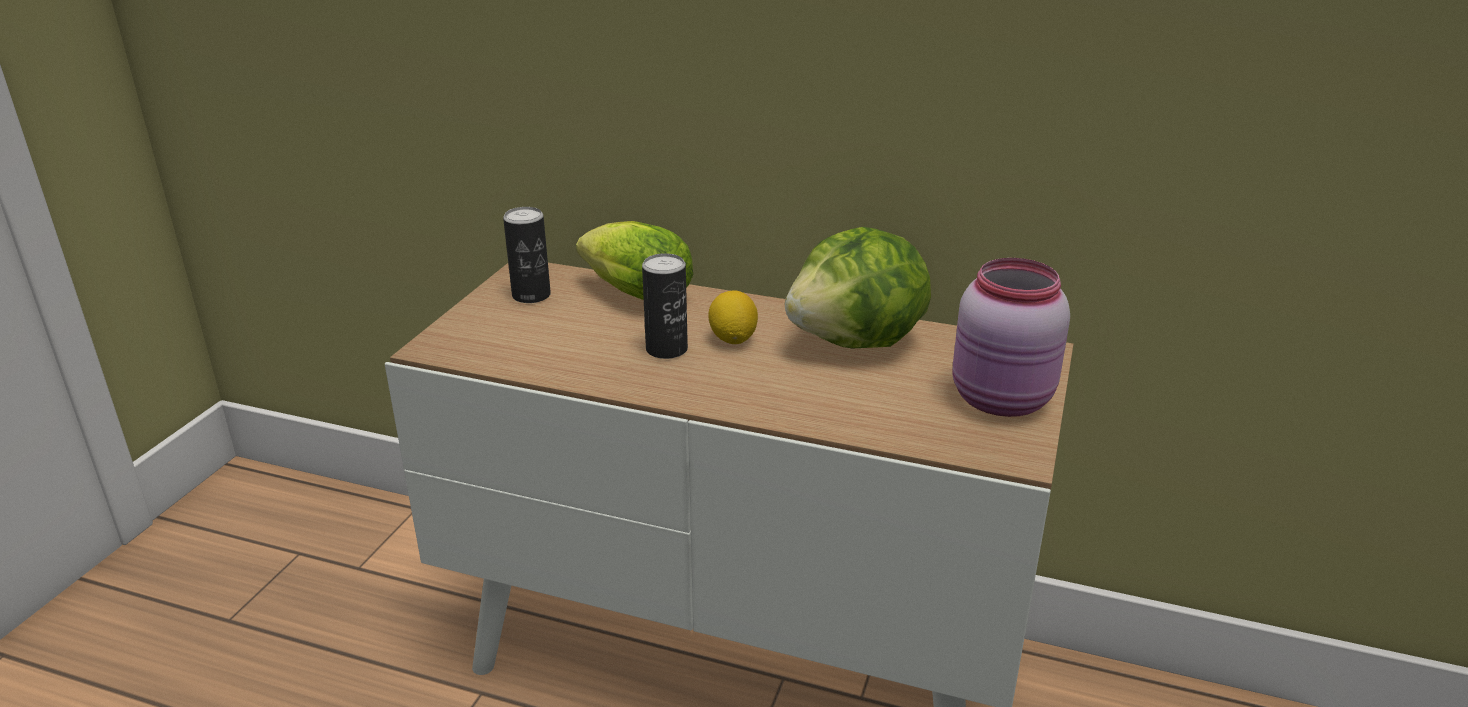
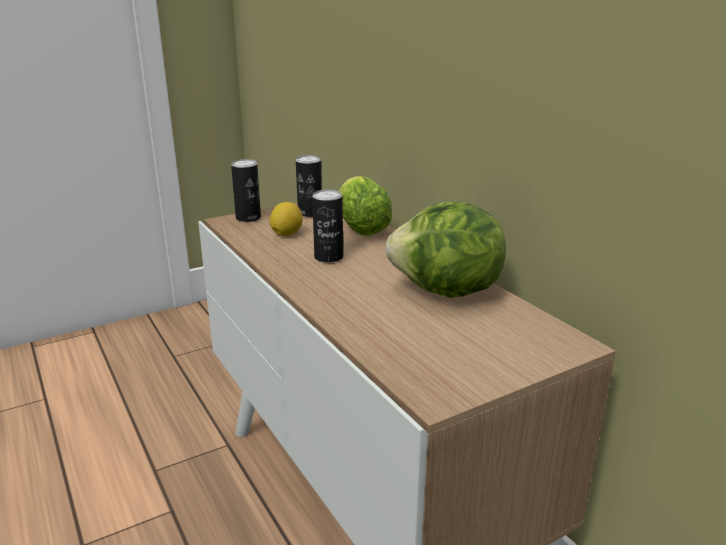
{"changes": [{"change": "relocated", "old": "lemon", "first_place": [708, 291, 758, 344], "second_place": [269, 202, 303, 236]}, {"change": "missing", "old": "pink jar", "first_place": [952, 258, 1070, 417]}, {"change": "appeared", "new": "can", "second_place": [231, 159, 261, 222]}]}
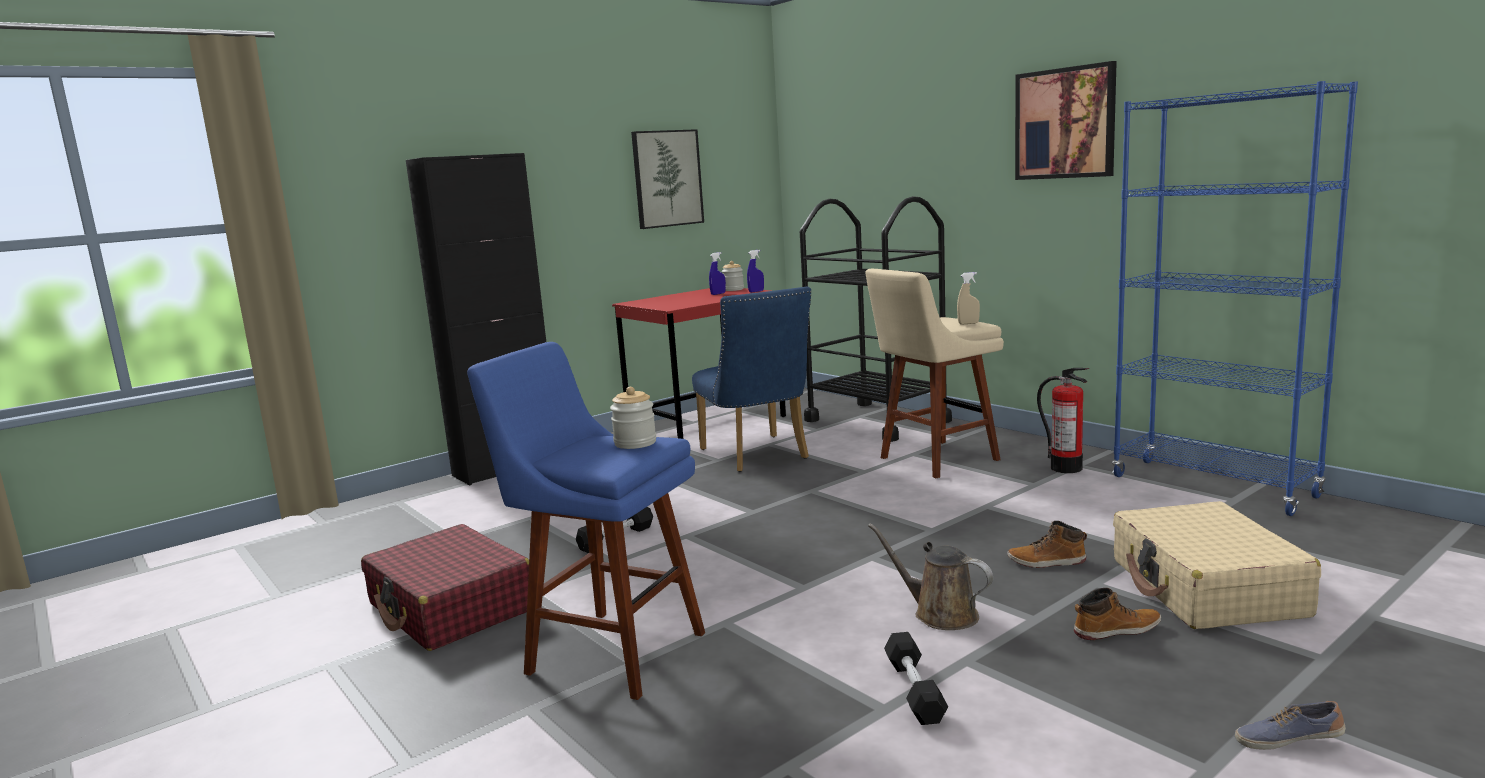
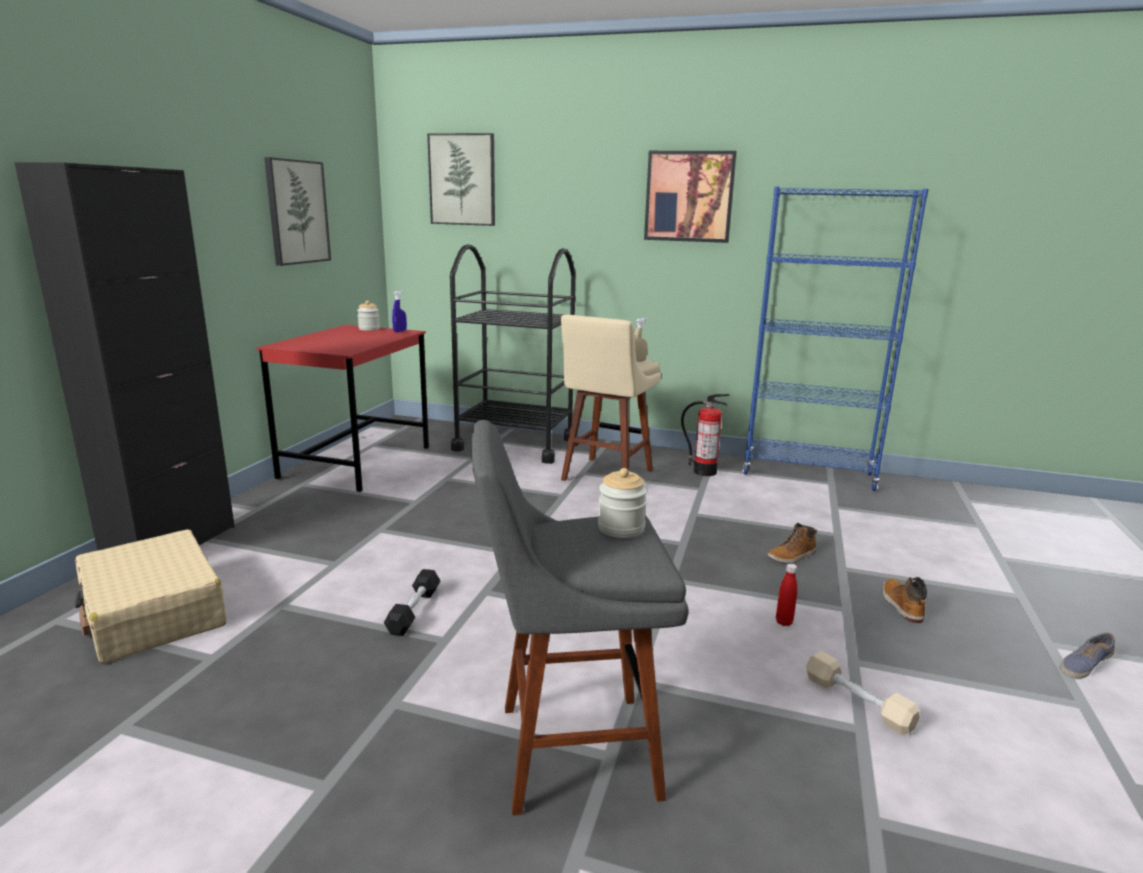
{"changes": [{"change": "missing", "old": "red suitcase", "first_place": [361, 524, 529, 651]}, {"change": "colour", "old": "blue stool", "new": "grey stool", "first_place": [467, 342, 705, 700], "second_place": [471, 420, 689, 816]}, {"change": "missing", "old": "blue chair", "first_place": [692, 287, 811, 472]}, {"change": "missing", "old": "blue spray bottle", "first_place": [709, 252, 726, 295]}, {"change": "exchanged", "old": "brown watering can", "new": "red bottle", "first_place": [868, 523, 993, 630], "second_place": [776, 564, 797, 626]}, {"change": "colour", "old": "black dumbbell", "new": "beige dumbbell", "first_place": [884, 632, 948, 725], "second_place": [806, 651, 920, 735]}, {"change": "spun", "old": "boot", "first_place": [1074, 588, 1161, 640], "second_place": [883, 577, 927, 623], "degrees": -45}, {"change": "relocated", "old": "beige suitcase", "first_place": [1113, 501, 1321, 629], "second_place": [75, 529, 227, 664]}, {"change": "appeared", "new": "picture", "second_place": [427, 133, 495, 226]}]}
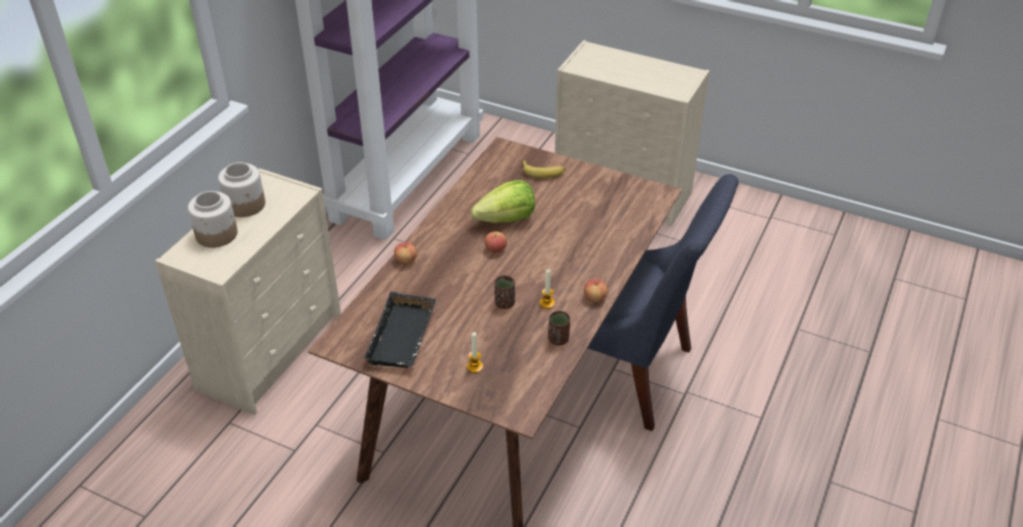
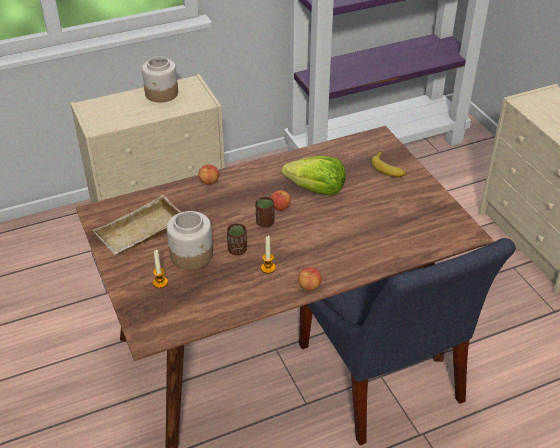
{"changes": [{"change": "relocated", "old": "jar", "first_place": [188, 191, 238, 248], "second_place": [167, 211, 213, 270]}, {"change": "colour", "old": "black tray", "new": "beige tray", "first_place": [364, 292, 436, 368], "second_place": [93, 195, 181, 255]}, {"change": "relocated", "old": "brown cup", "first_place": [548, 311, 570, 345], "second_place": [255, 197, 275, 227]}]}
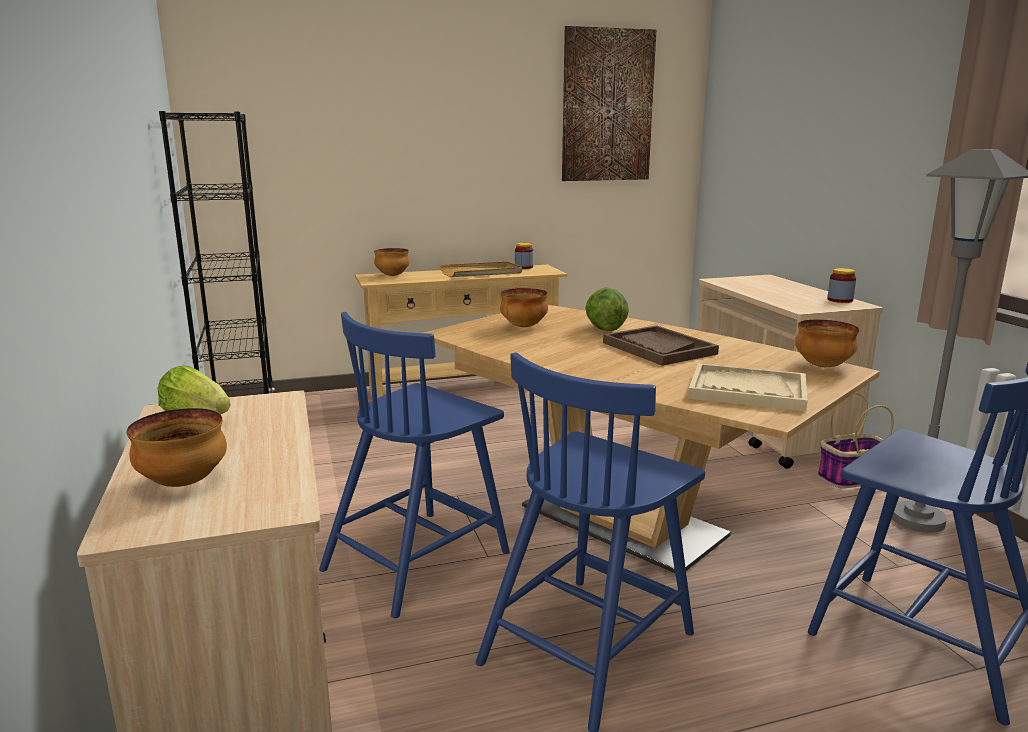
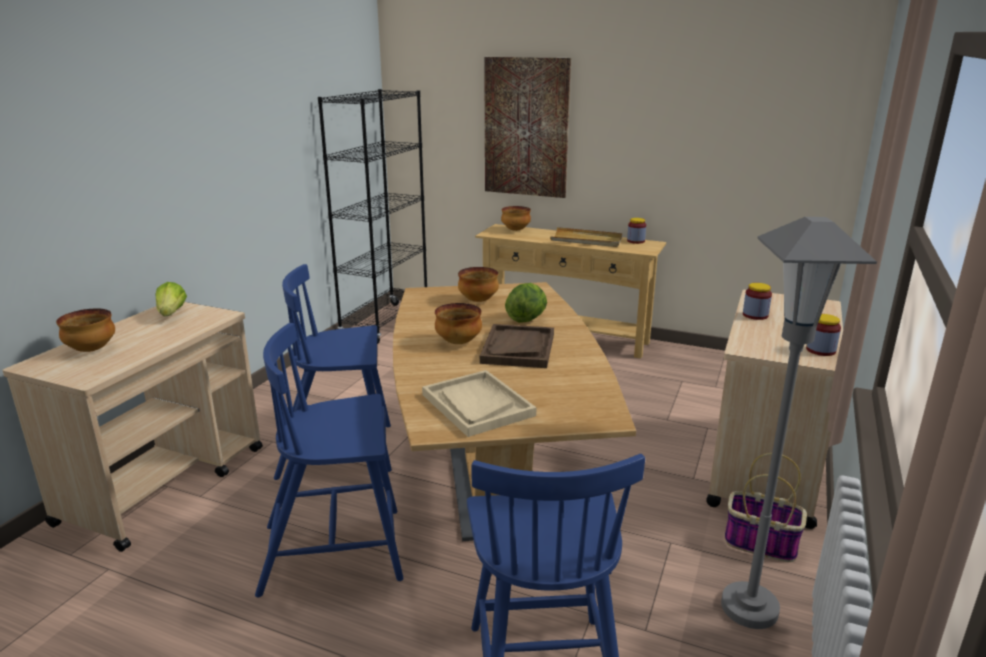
{"changes": [{"change": "relocated", "old": "picture", "first_place": [562, 26, 656, 181], "second_place": [484, 57, 571, 198]}, {"change": "relocated", "old": "bowl", "first_place": [795, 319, 859, 367], "second_place": [435, 303, 482, 344]}, {"change": "appeared", "new": "jar", "second_place": [743, 283, 772, 320]}]}
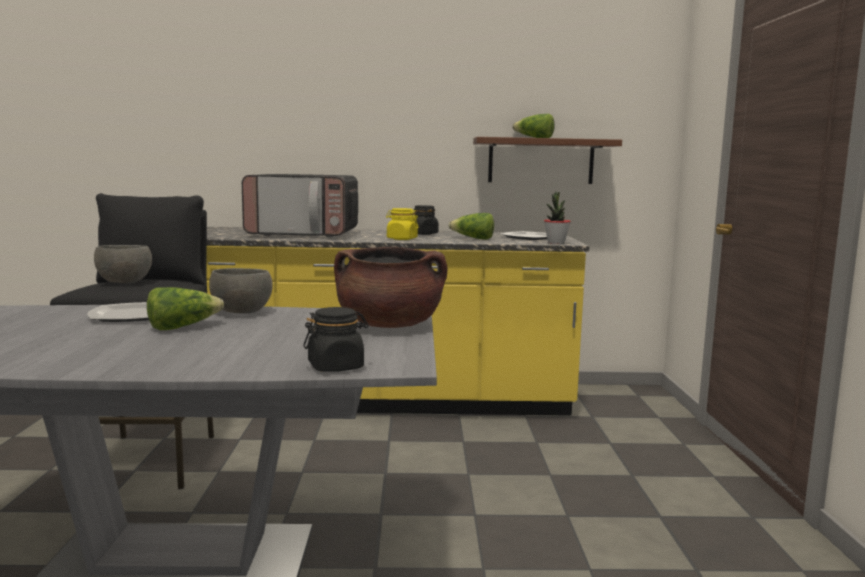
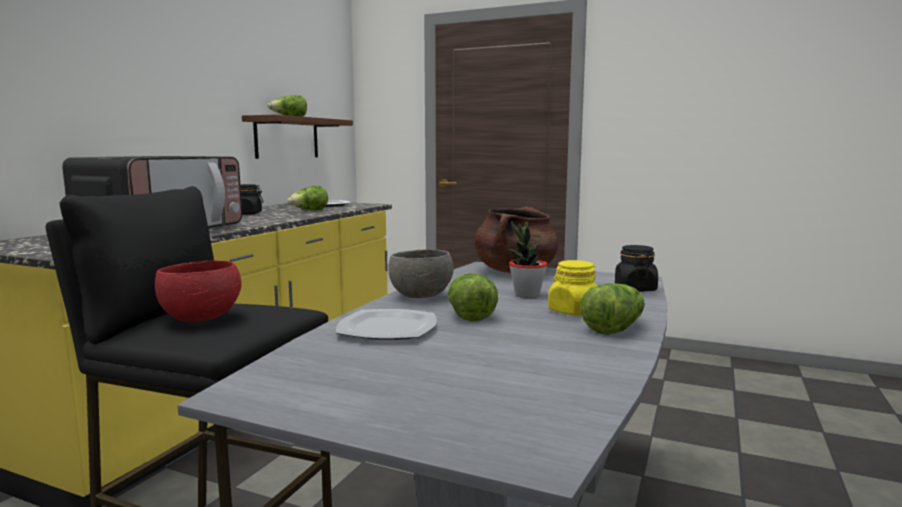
{"changes": [{"change": "colour", "old": "grey bowl", "new": "red bowl", "first_place": [94, 245, 152, 283], "second_place": [155, 260, 242, 322]}, {"change": "relocated", "old": "yellow jar", "first_place": [386, 208, 419, 240], "second_place": [548, 260, 597, 316]}, {"change": "relocated", "old": "potted plant", "first_place": [544, 192, 571, 244], "second_place": [508, 221, 548, 298]}, {"change": "appeared", "new": "lettuce", "second_place": [581, 283, 645, 335]}]}
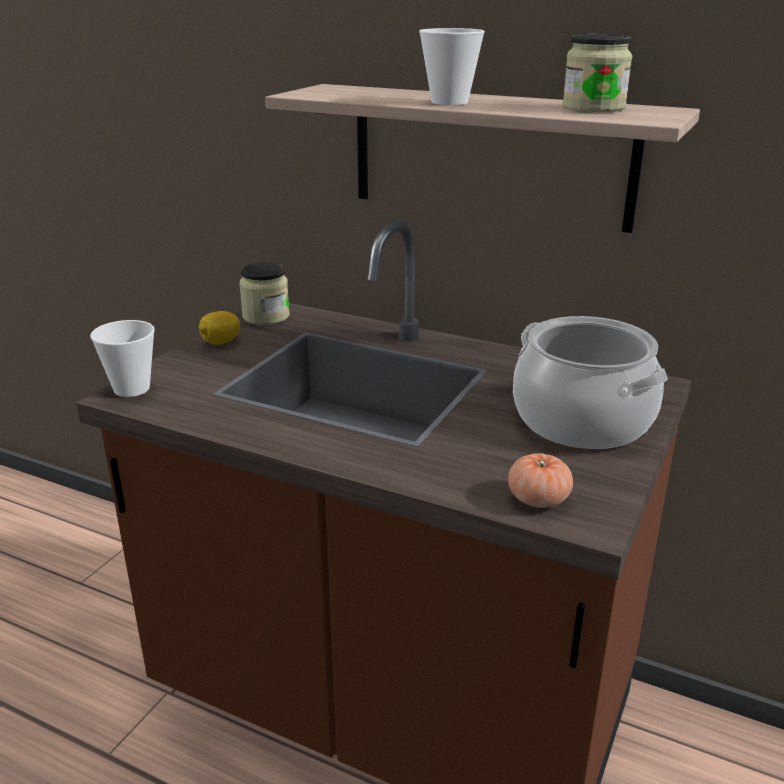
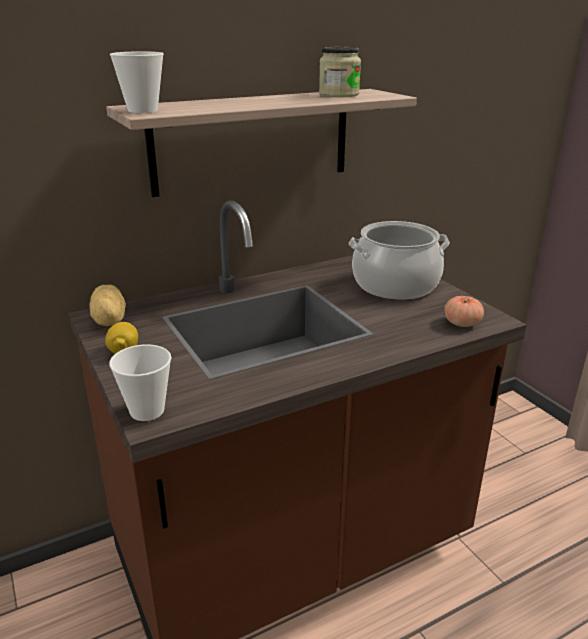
{"changes": [{"change": "exchanged", "old": "jar", "new": "potato", "first_place": [239, 262, 290, 325], "second_place": [89, 285, 126, 326]}, {"change": "relocated", "old": "cup", "first_place": [419, 28, 485, 105], "second_place": [110, 51, 164, 113]}]}
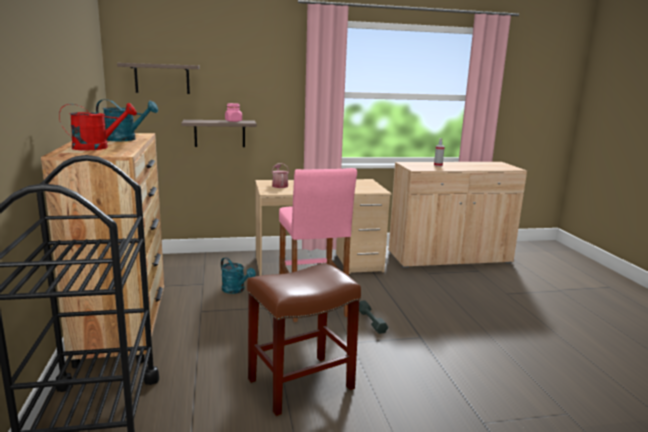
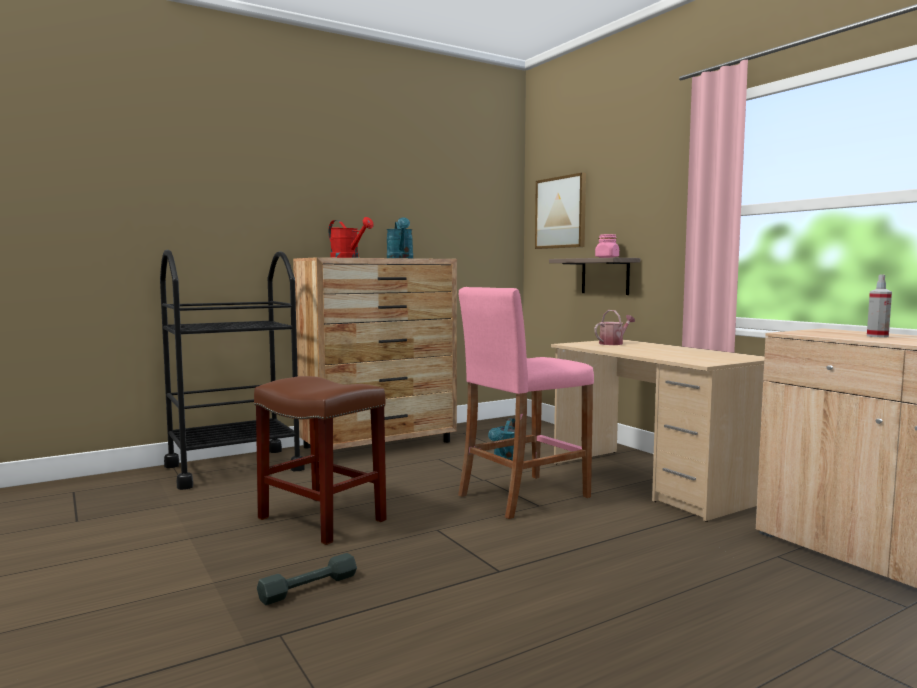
{"changes": [{"change": "exchanged", "old": "shelf", "new": "picture", "first_place": [117, 63, 200, 94], "second_place": [535, 172, 586, 249]}, {"change": "relocated", "old": "grey dumbbell", "first_place": [359, 300, 388, 334], "second_place": [257, 553, 357, 605]}]}
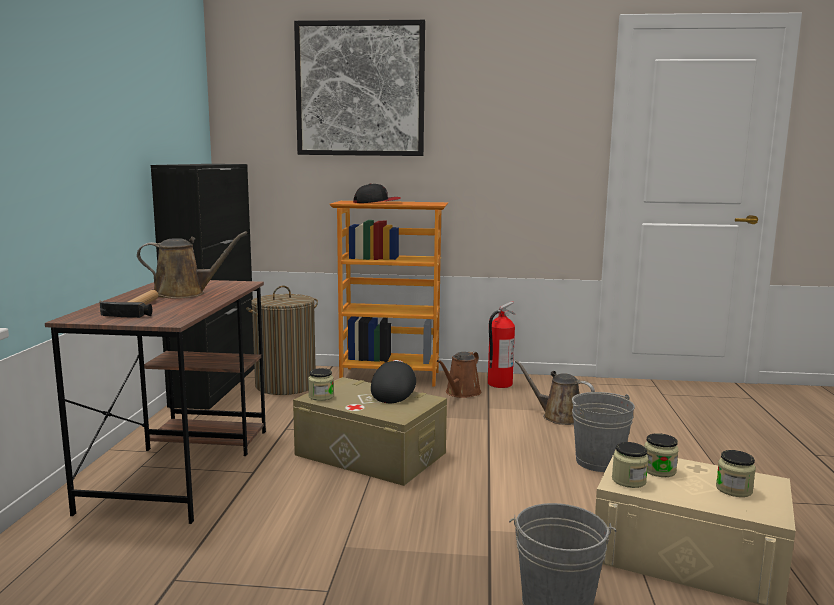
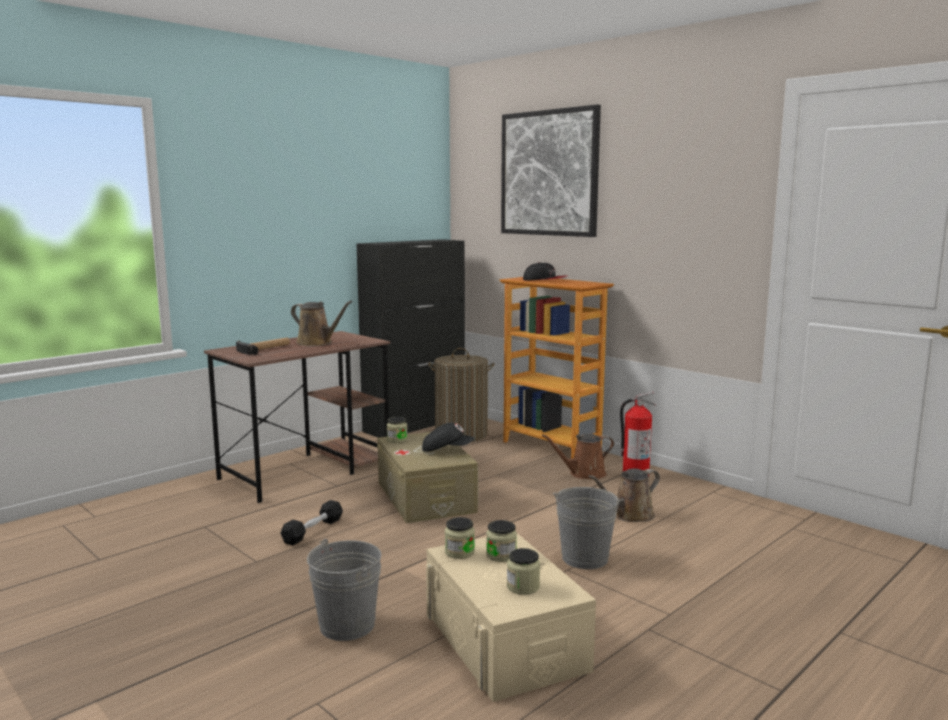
{"changes": [{"change": "spun", "old": "black cap", "first_place": [371, 360, 416, 403], "second_place": [422, 423, 475, 452], "degrees": 45}, {"change": "spun", "old": "brown watering can", "first_place": [514, 360, 595, 425], "second_place": [589, 468, 660, 522], "degrees": -105}, {"change": "appeared", "new": "black dumbbell", "second_place": [280, 500, 343, 545]}]}
